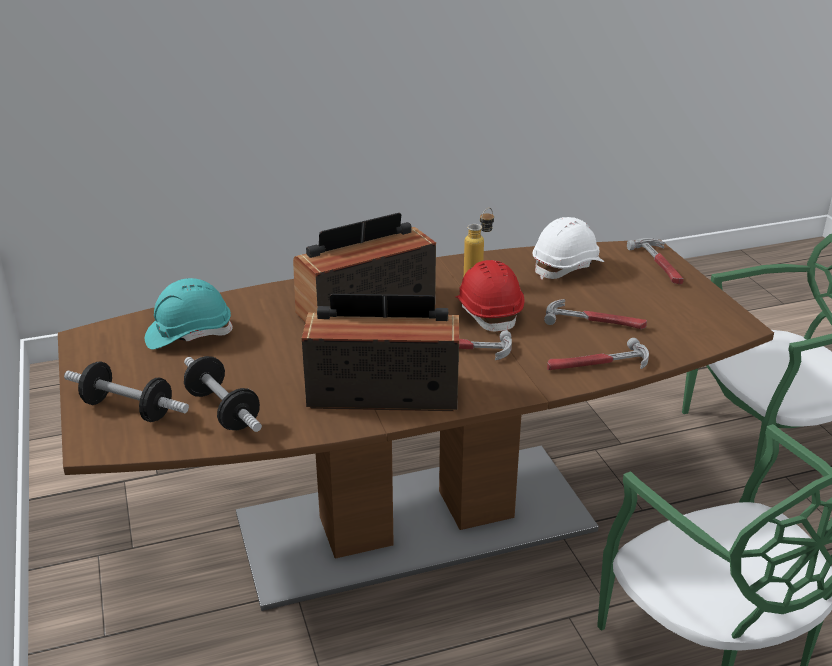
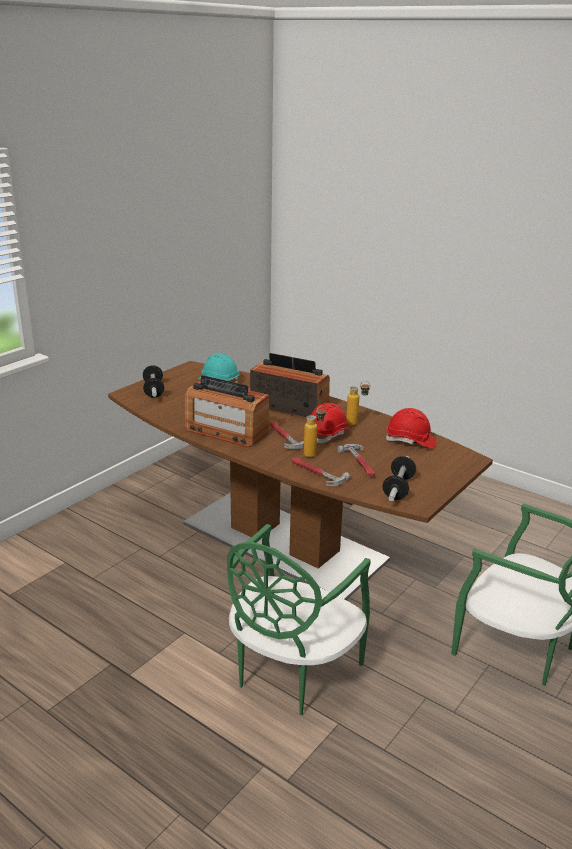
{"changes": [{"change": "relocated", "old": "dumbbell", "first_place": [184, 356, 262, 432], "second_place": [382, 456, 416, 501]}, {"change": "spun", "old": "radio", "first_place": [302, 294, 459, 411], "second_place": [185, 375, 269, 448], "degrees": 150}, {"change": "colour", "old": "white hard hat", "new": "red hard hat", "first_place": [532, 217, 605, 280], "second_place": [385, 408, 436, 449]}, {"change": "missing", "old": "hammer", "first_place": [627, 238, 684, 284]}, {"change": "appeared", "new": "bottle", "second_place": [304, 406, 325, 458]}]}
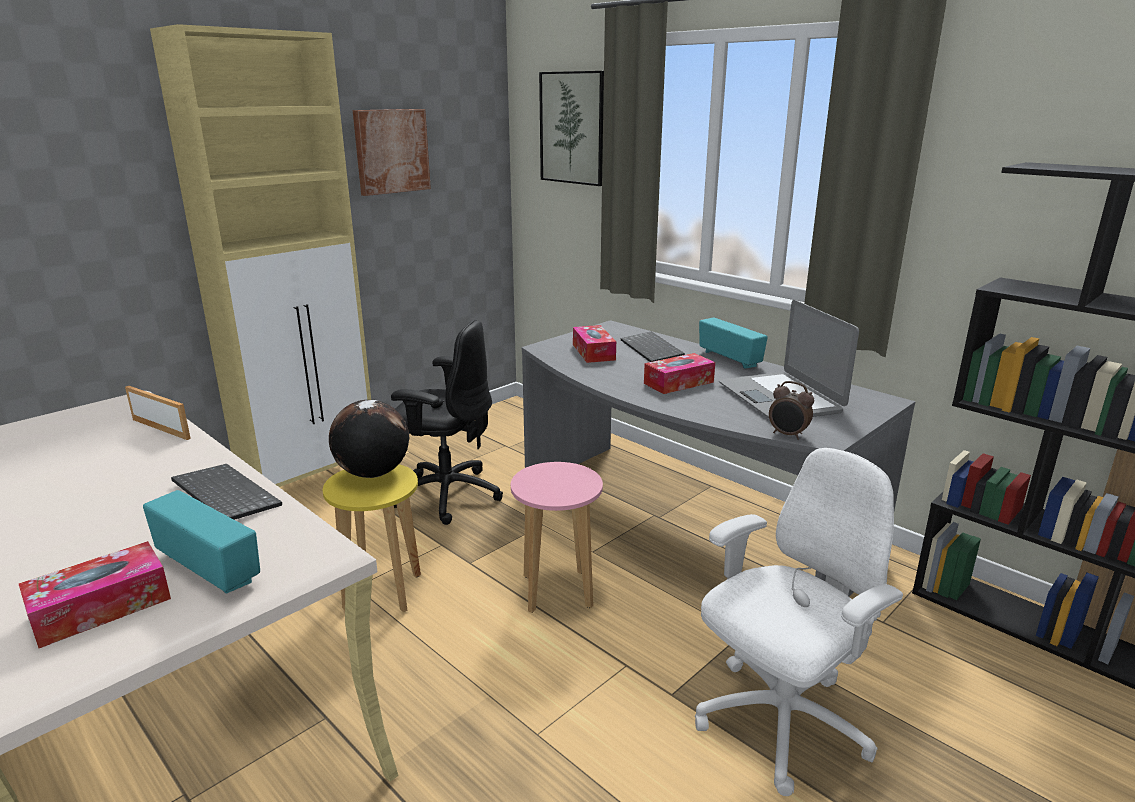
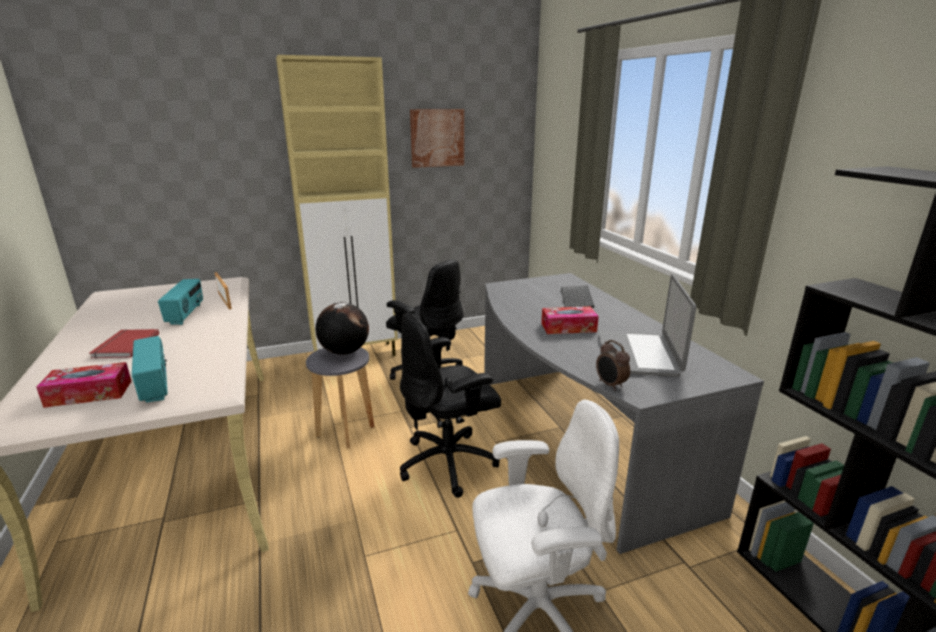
{"changes": [{"change": "missing", "old": "keyboard", "first_place": [171, 464, 282, 520]}, {"change": "colour", "old": "yellow stool", "new": "grey stool", "first_place": [323, 464, 421, 612], "second_place": [306, 347, 374, 448]}, {"change": "exchanged", "old": "pink stool", "new": "black office chair", "first_place": [511, 462, 603, 613], "second_place": [400, 312, 501, 498]}, {"change": "missing", "old": "picture", "first_place": [539, 71, 604, 186]}, {"change": "missing", "old": "tissue box", "first_place": [573, 325, 616, 363]}, {"change": "relocated", "old": "radio", "first_place": [699, 317, 768, 368], "second_place": [158, 279, 203, 325]}, {"change": "appeared", "new": "red book", "second_place": [89, 329, 159, 359]}]}
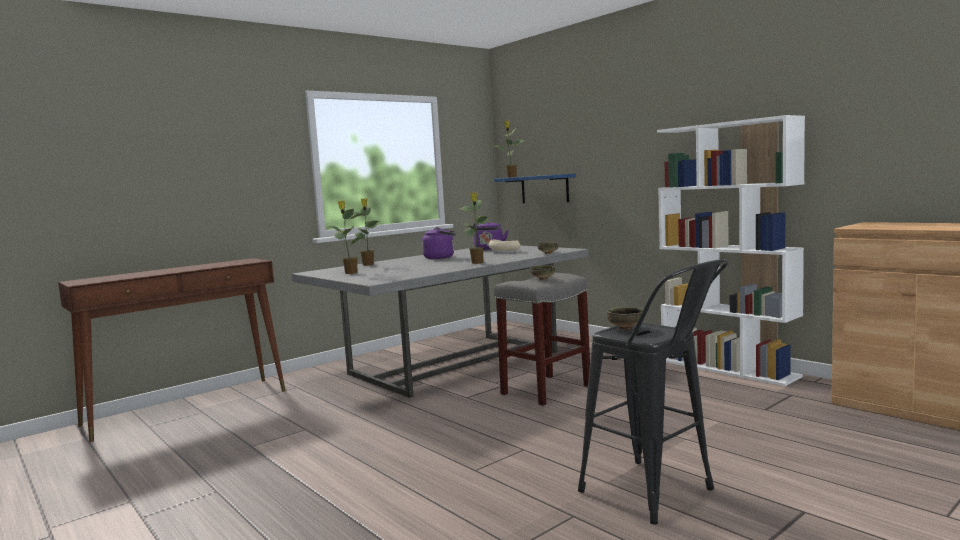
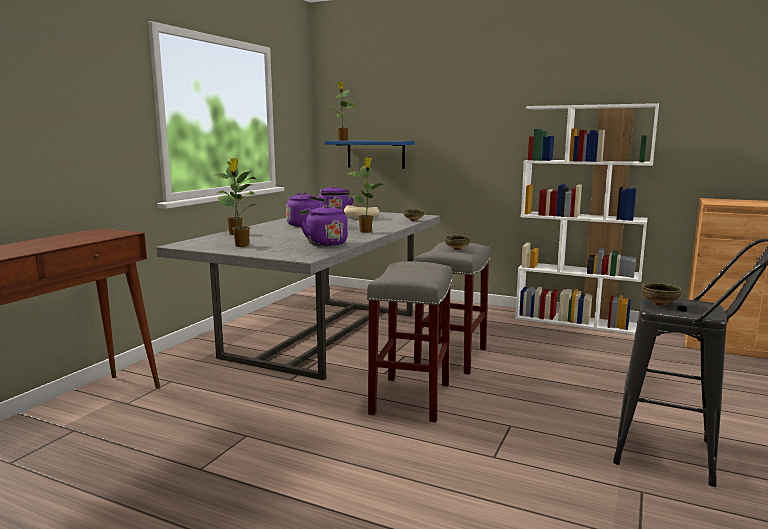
{"changes": [{"change": "appeared", "new": "purple kettle", "second_place": [299, 204, 347, 246]}, {"change": "appeared", "new": "grey stool", "second_place": [367, 261, 452, 423]}]}
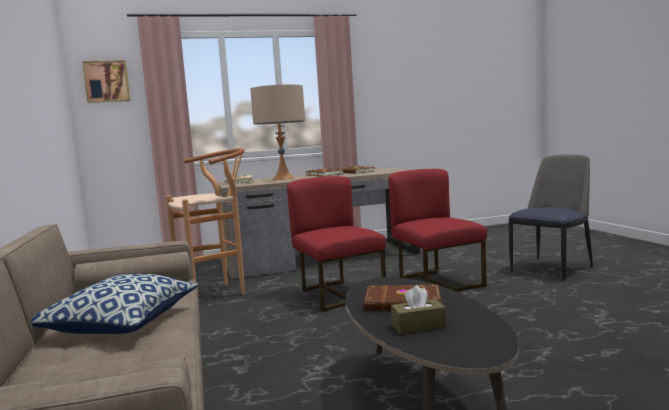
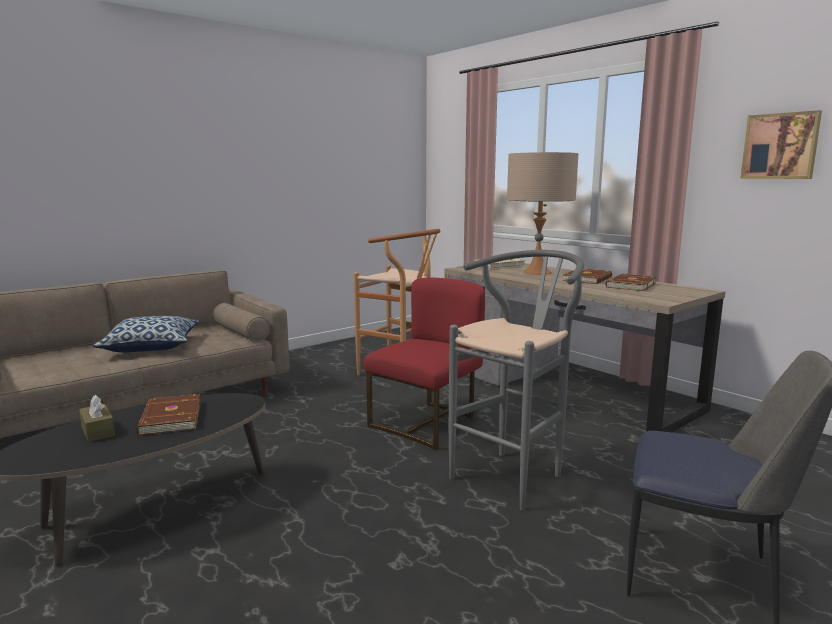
{"changes": [{"change": "relocated", "old": "picture", "first_place": [82, 60, 130, 103], "second_place": [740, 110, 822, 179]}, {"change": "exchanged", "old": "red chair", "new": "grey stool", "first_place": [389, 169, 487, 292], "second_place": [449, 250, 584, 511]}]}
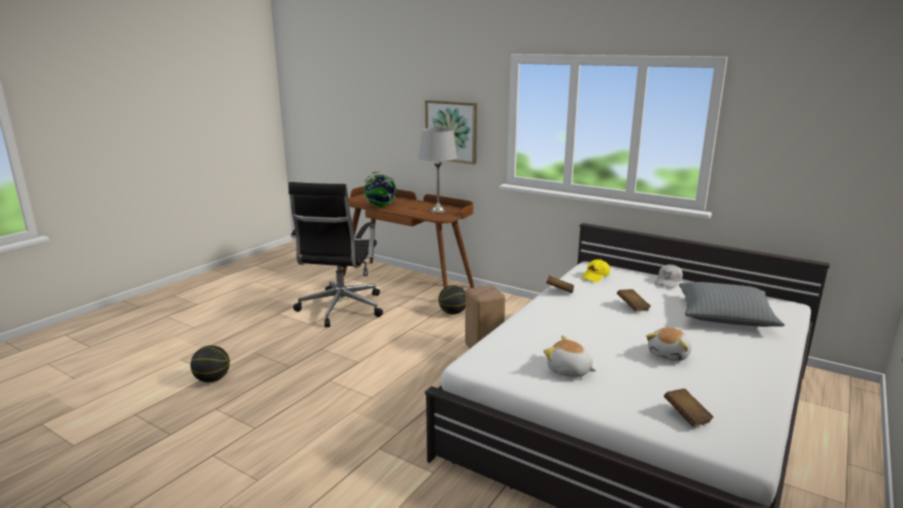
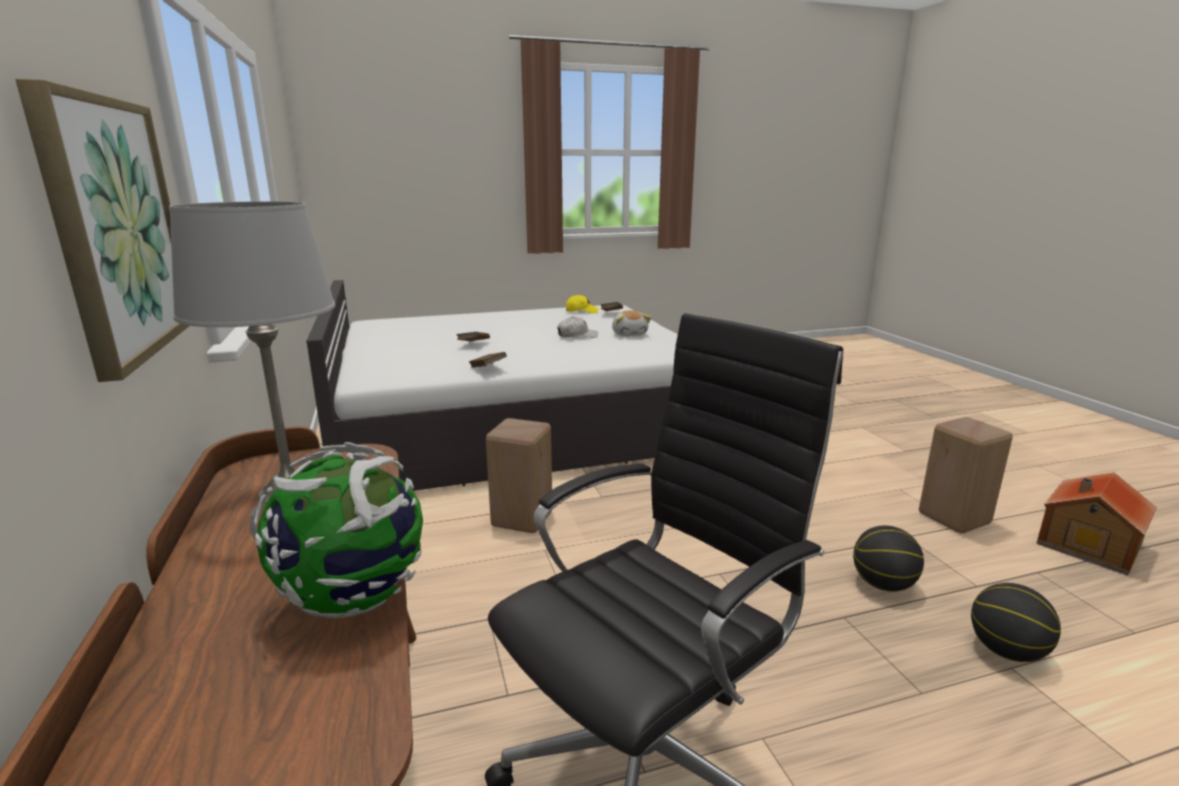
{"changes": [{"change": "relocated", "old": "basketball", "first_place": [438, 285, 466, 315], "second_place": [853, 526, 924, 592]}, {"change": "relocated", "old": "yellow cap", "first_place": [581, 259, 610, 282], "second_place": [566, 295, 599, 314]}, {"change": "missing", "old": "plush toy", "first_place": [646, 328, 692, 361]}, {"change": "relocated", "old": "white cap", "first_place": [655, 264, 683, 288], "second_place": [557, 317, 598, 338]}, {"change": "missing", "old": "grey pillow", "first_place": [679, 282, 785, 327]}, {"change": "appeared", "new": "beige stool", "second_place": [919, 417, 1013, 533]}, {"change": "appeared", "new": "toy house", "second_place": [1036, 472, 1157, 576]}]}
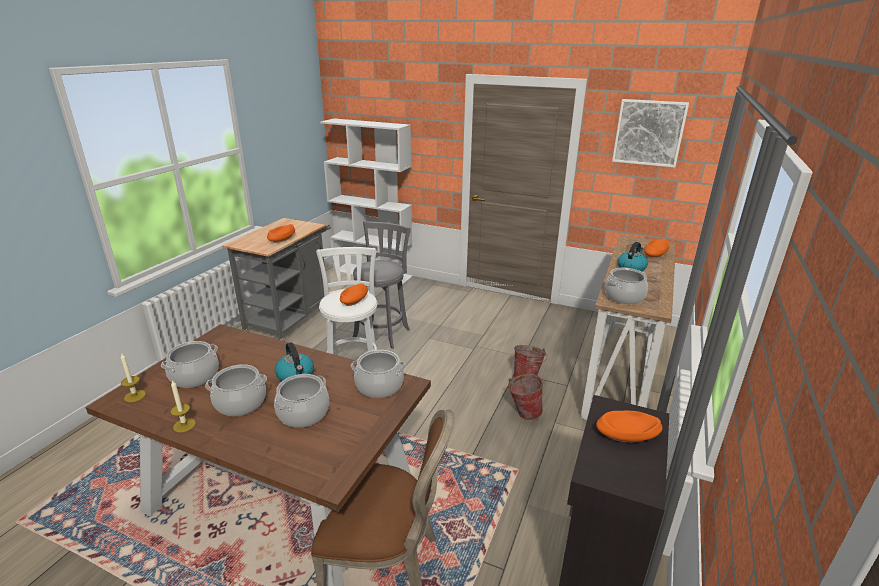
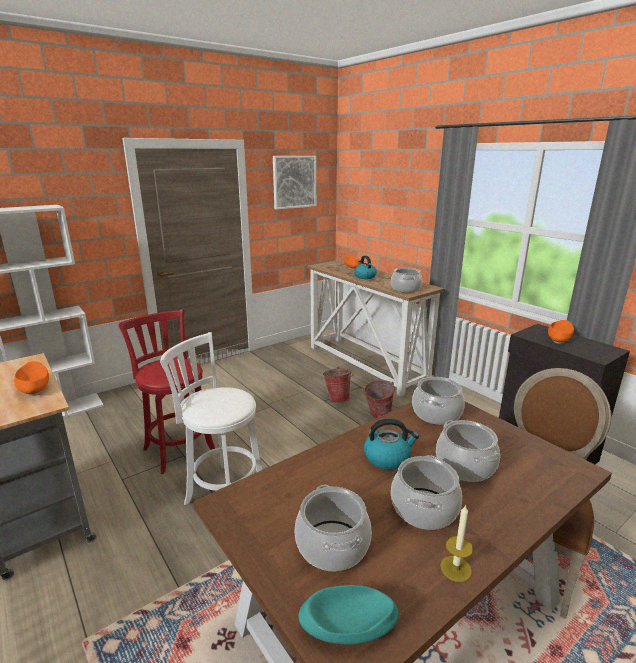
{"changes": [{"change": "exchanged", "old": "candle", "new": "turquoise bowl", "first_place": [120, 353, 146, 402], "second_place": [298, 585, 399, 644]}, {"change": "missing", "old": "orange bowl", "first_place": [340, 283, 368, 306]}, {"change": "colour", "old": "grey stool", "new": "red stool", "first_place": [353, 221, 411, 349], "second_place": [119, 309, 215, 474]}]}
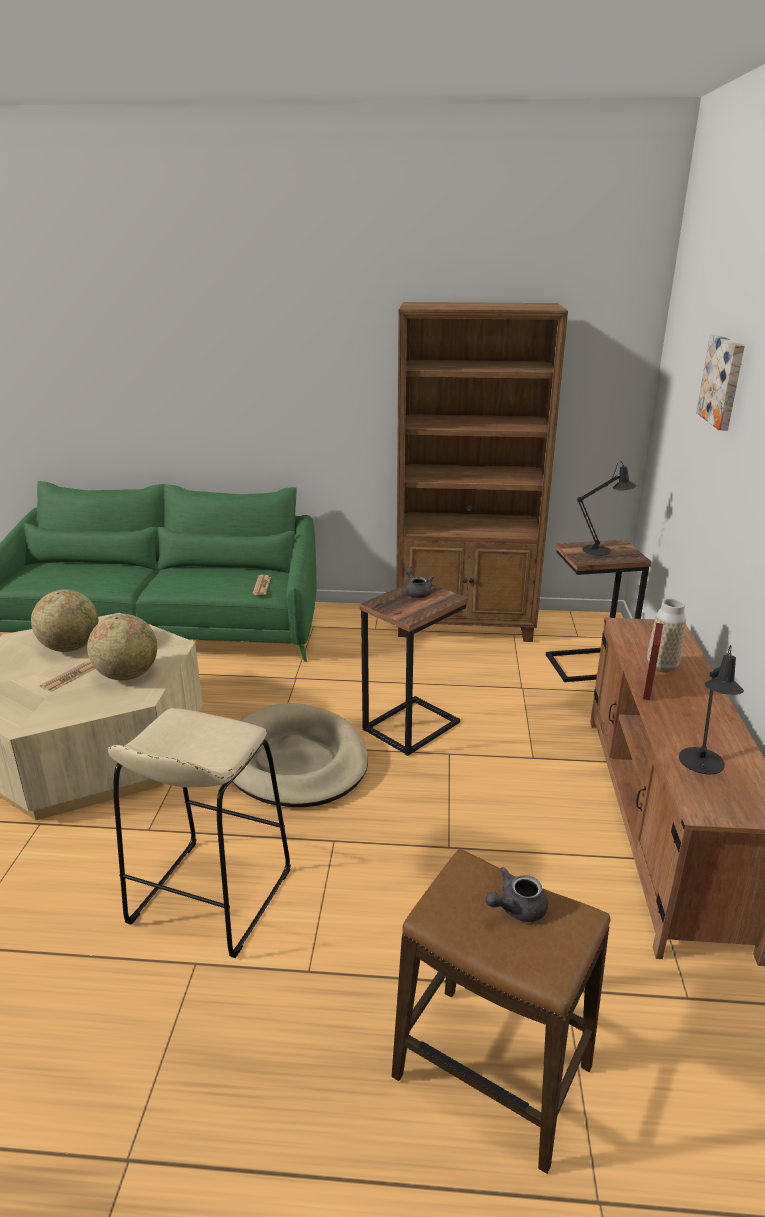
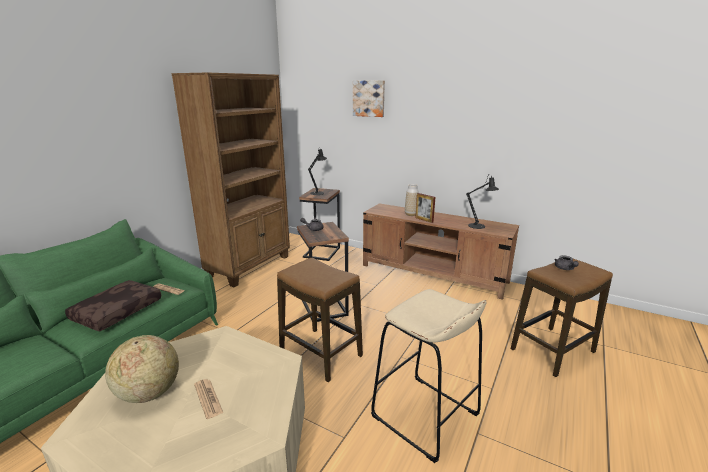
{"changes": [{"change": "missing", "old": "globe", "first_place": [87, 614, 157, 680]}, {"change": "exchanged", "old": "beige dog bed", "new": "stool", "first_place": [232, 703, 368, 807], "second_place": [277, 258, 363, 382]}, {"change": "appeared", "new": "brown pillow", "second_place": [65, 280, 161, 331]}]}
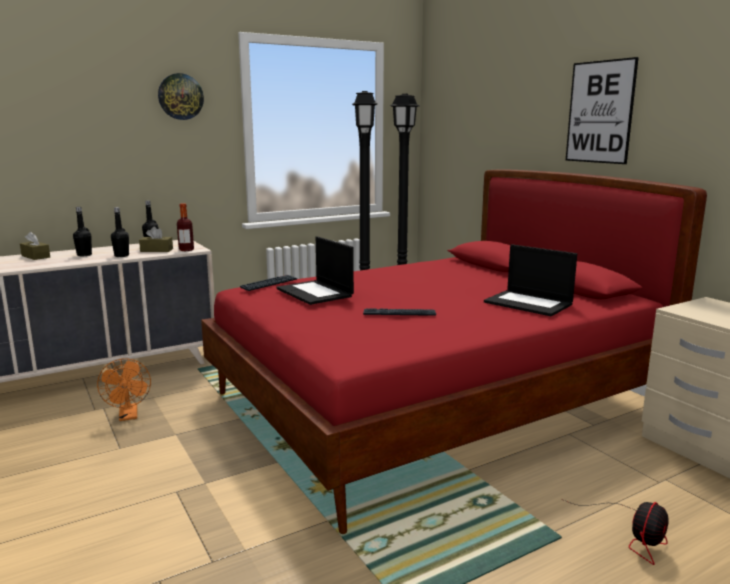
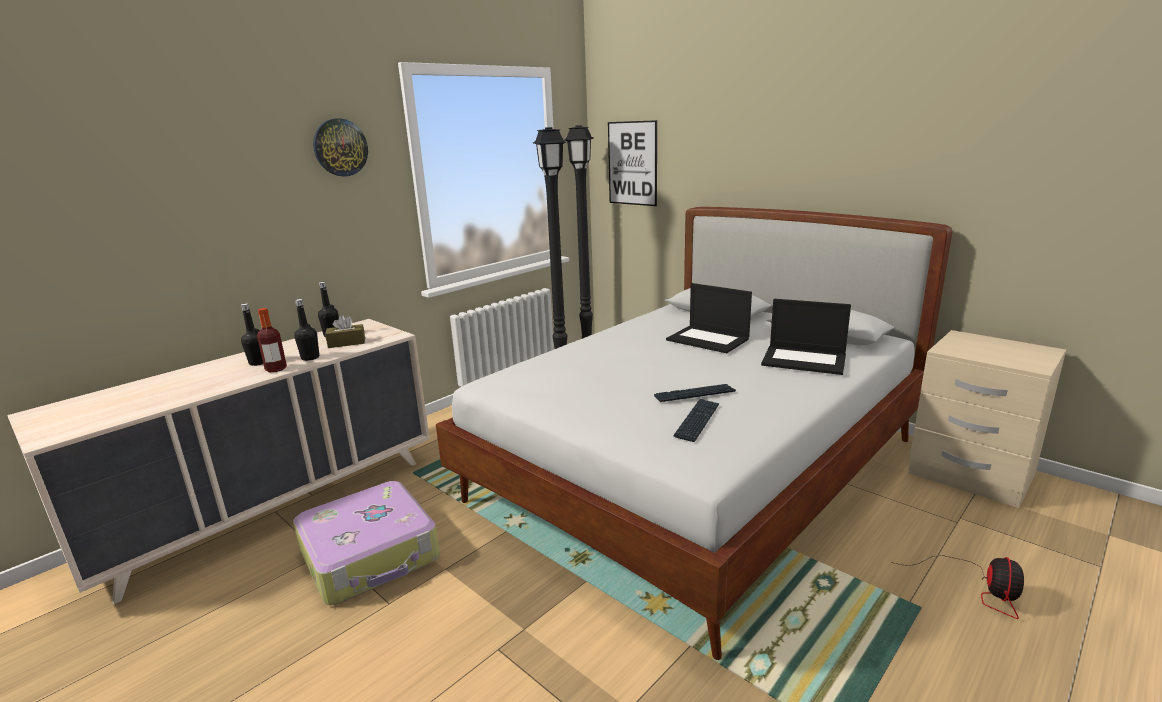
{"changes": [{"change": "missing", "old": "brown tissue box", "first_place": [20, 232, 50, 260]}, {"change": "exchanged", "old": "orange fan", "new": "suitcase", "first_place": [97, 358, 151, 421], "second_place": [293, 481, 440, 605]}, {"change": "relocated", "old": "bottle", "first_place": [177, 203, 194, 251], "second_place": [257, 308, 287, 372]}, {"change": "colour", "old": "red bed", "new": "white bed", "first_place": [201, 169, 707, 534], "second_place": [436, 207, 953, 660]}, {"change": "relocated", "old": "keyboard", "first_place": [240, 275, 298, 291], "second_place": [674, 399, 720, 442]}, {"change": "relocated", "old": "laptop", "first_place": [277, 236, 354, 305], "second_place": [666, 283, 752, 353]}, {"change": "relocated", "old": "picture", "first_place": [566, 57, 639, 164], "second_place": [608, 120, 657, 206]}]}
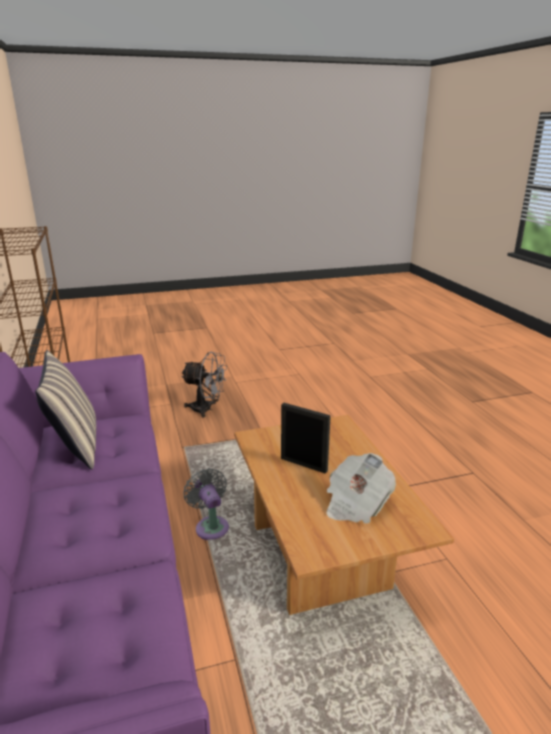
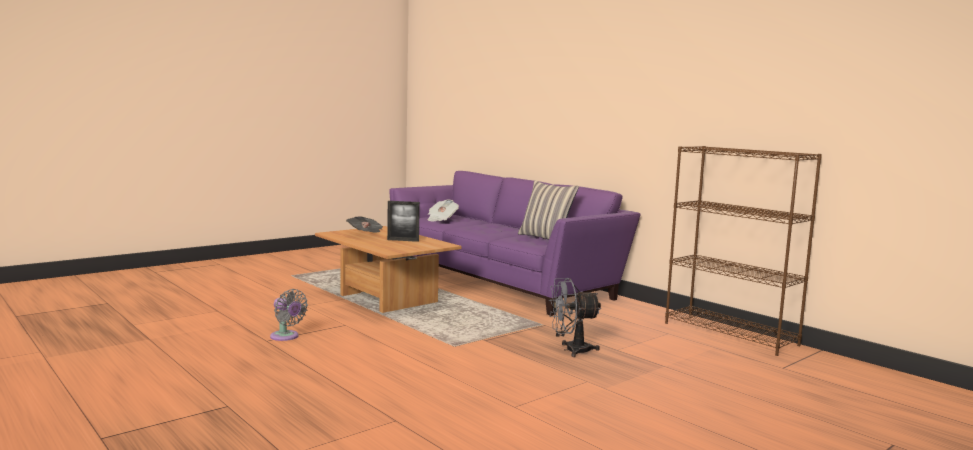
{"changes": [{"change": "relocated", "old": "grey fan", "first_place": [184, 468, 229, 540], "second_place": [270, 289, 308, 341]}, {"change": "appeared", "new": "newspaper", "second_place": [428, 199, 459, 221]}]}
